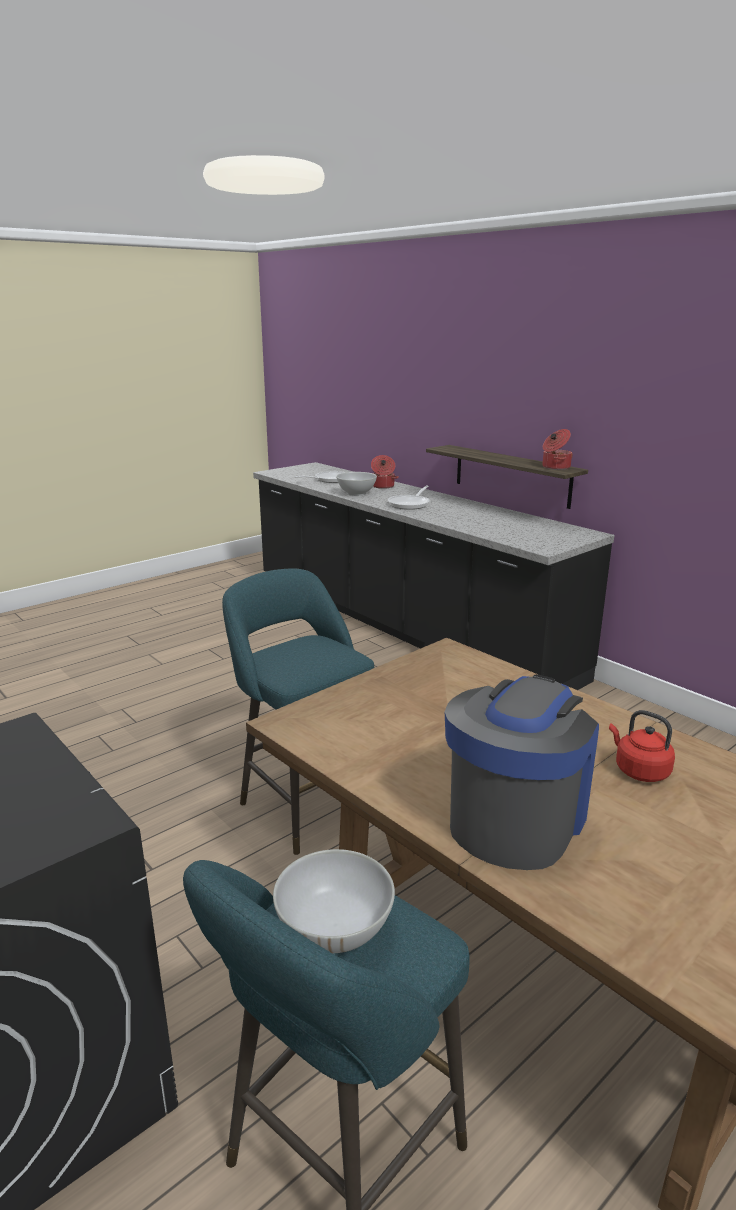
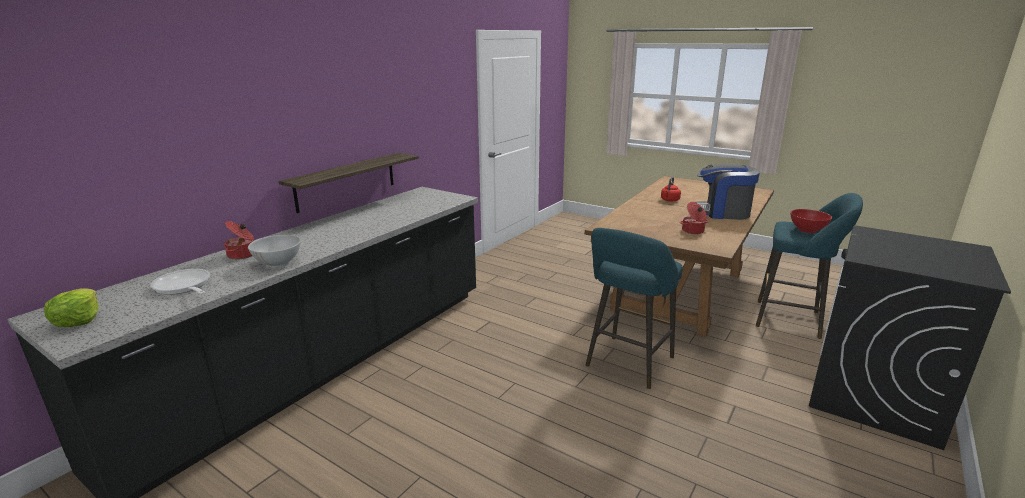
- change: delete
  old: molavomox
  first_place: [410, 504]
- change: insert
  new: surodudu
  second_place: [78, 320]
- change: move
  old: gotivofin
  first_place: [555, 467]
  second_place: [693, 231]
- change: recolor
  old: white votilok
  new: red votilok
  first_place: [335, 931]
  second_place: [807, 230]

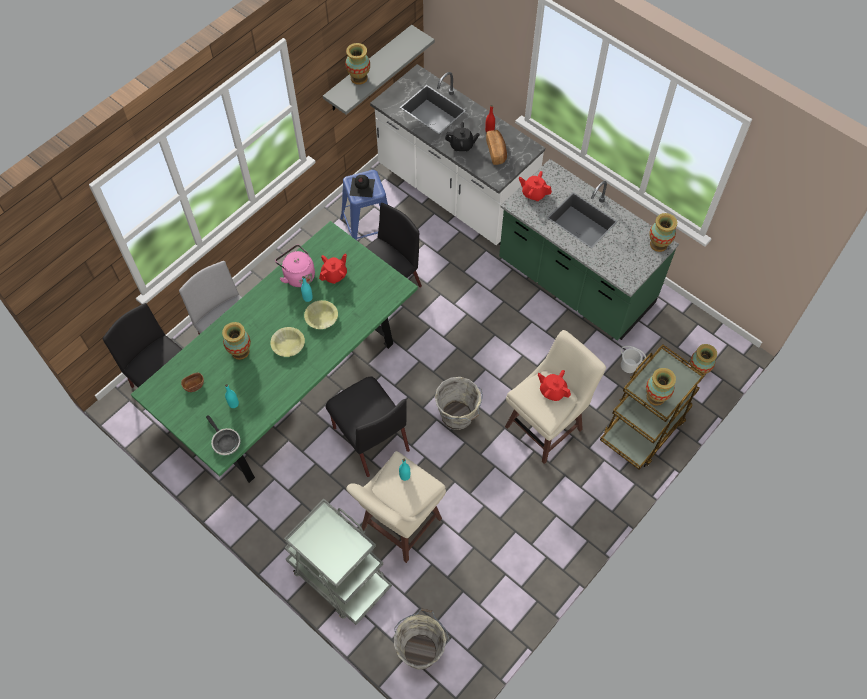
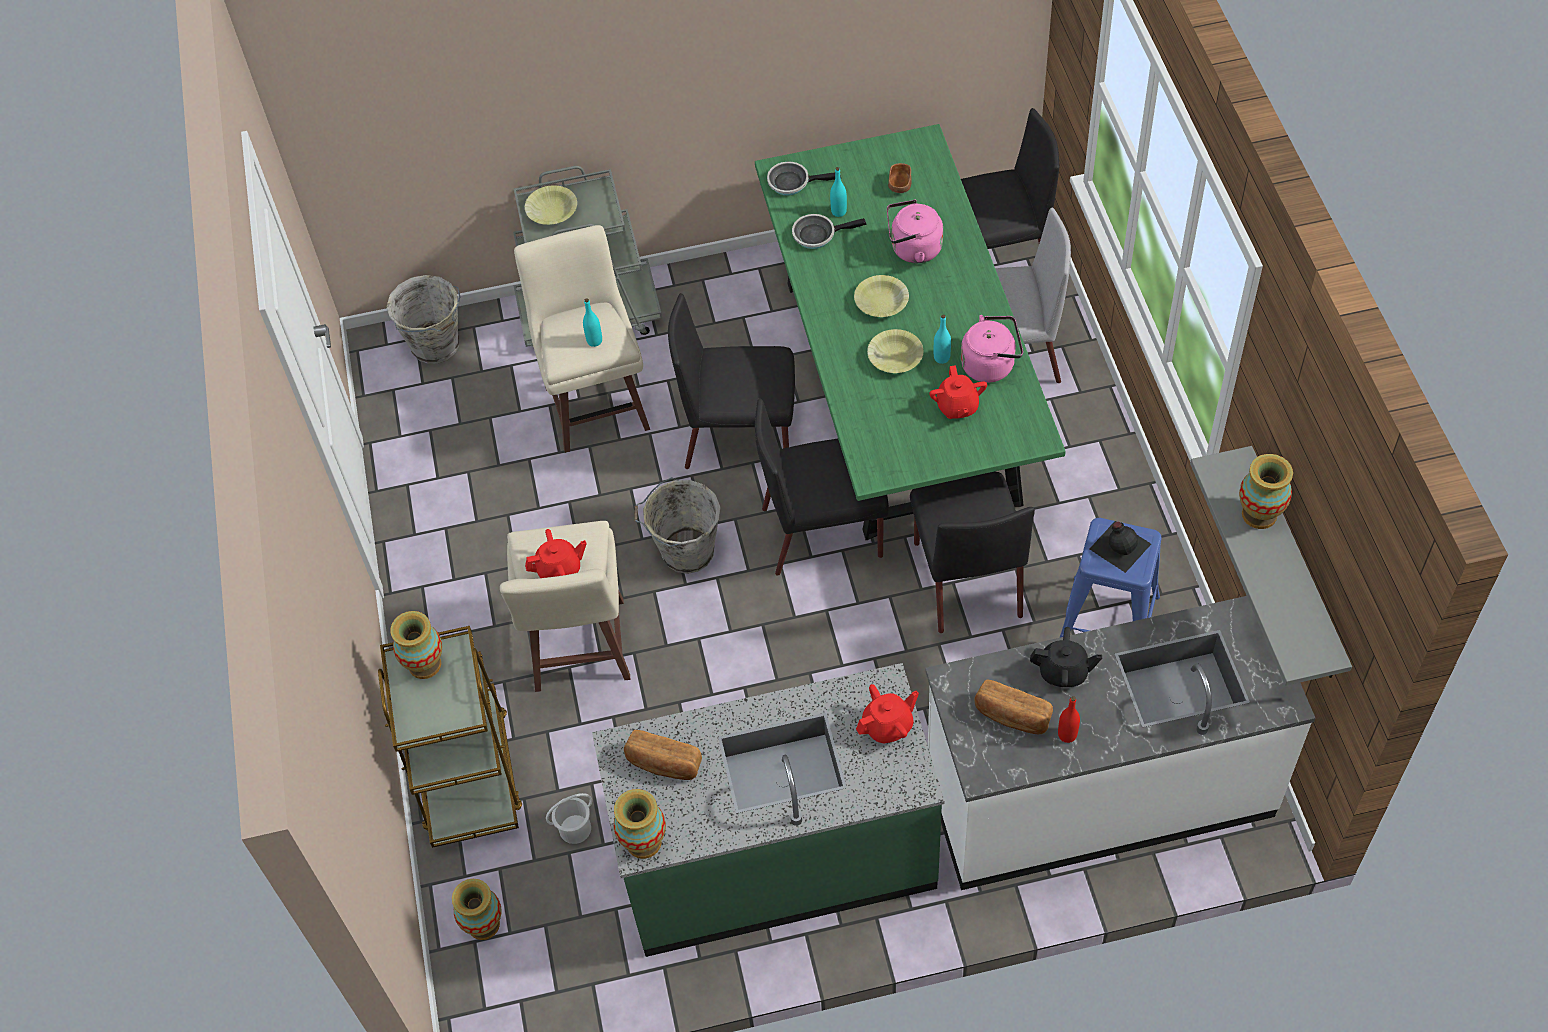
- change: insert
  new: yellow votilok
  second_place: [552, 211]
- change: insert
  new: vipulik
  second_place: [663, 763]
- change: insert
  new: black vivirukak
  second_place: [824, 532]
- change: insert
  new: molavomox
  second_place: [817, 235]
- change: replace
  old: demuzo
  new: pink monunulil
  first_place: [240, 351]
  second_place: [913, 249]
- change: rotate
  old: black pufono
  first_place: [461, 145]
  second_place: [1063, 672]
  degrees: -120

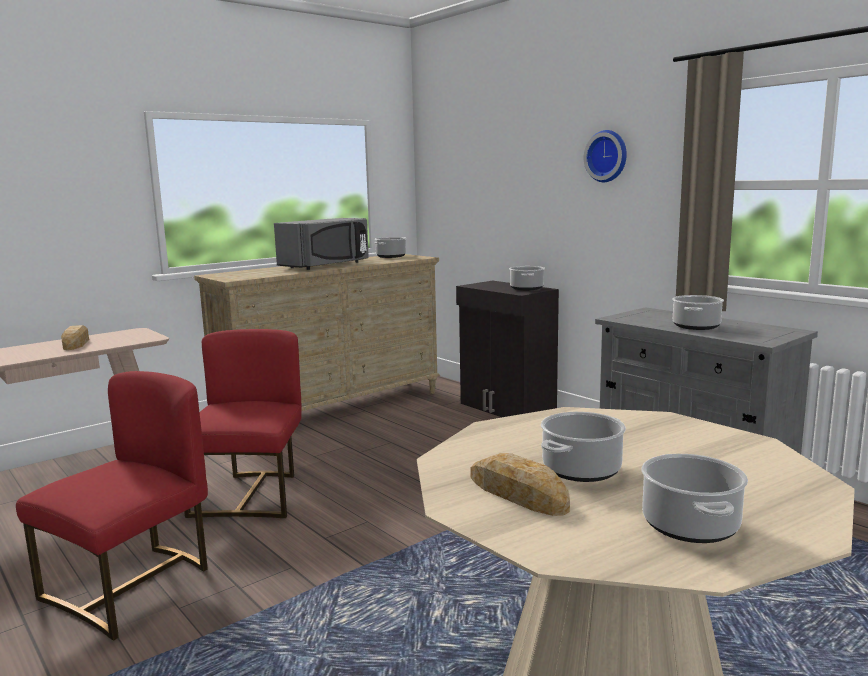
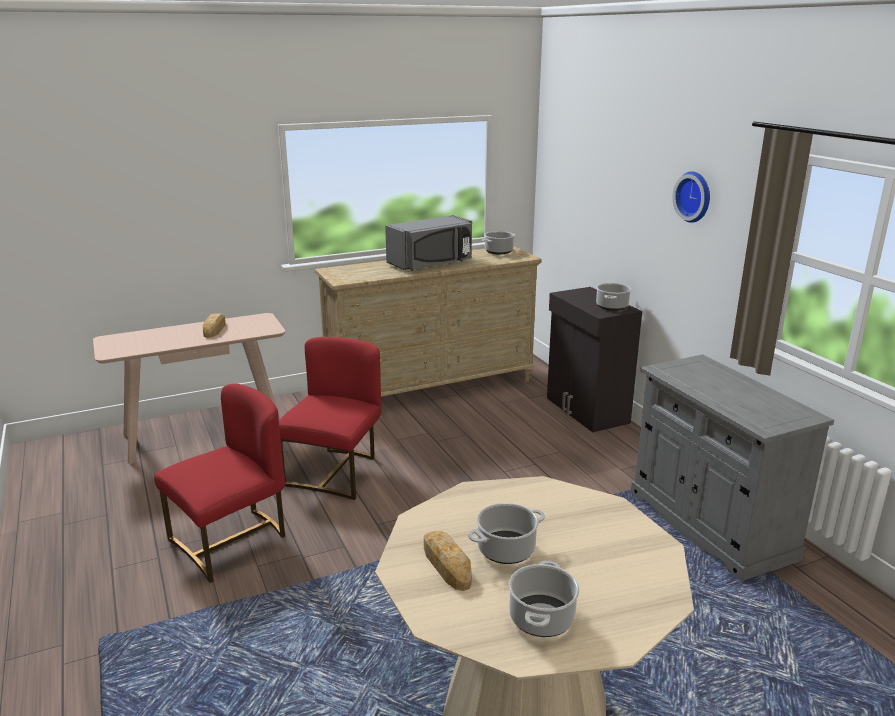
- change: delete
  old: gotivofin
  first_place: [696, 326]

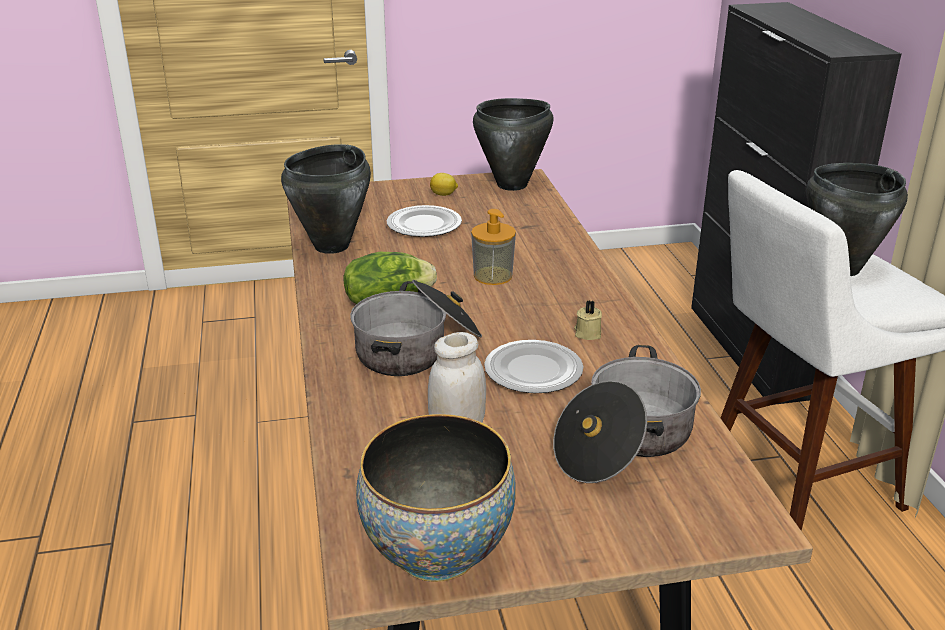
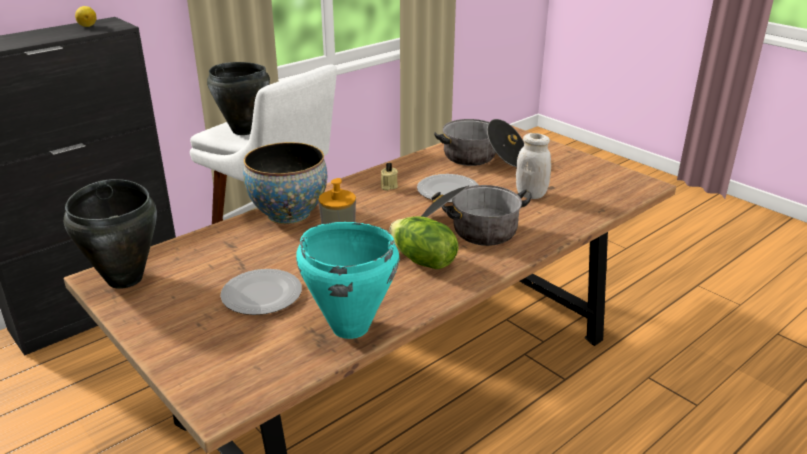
- change: move
  old: votilok
  first_place: [437, 553]
  second_place: [289, 214]
- change: move
  old: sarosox
  first_place: [444, 194]
  second_place: [88, 26]
- change: recolor
  old: black gotivofin
  new: turquoise gotivofin
  first_place: [332, 246]
  second_place: [350, 327]

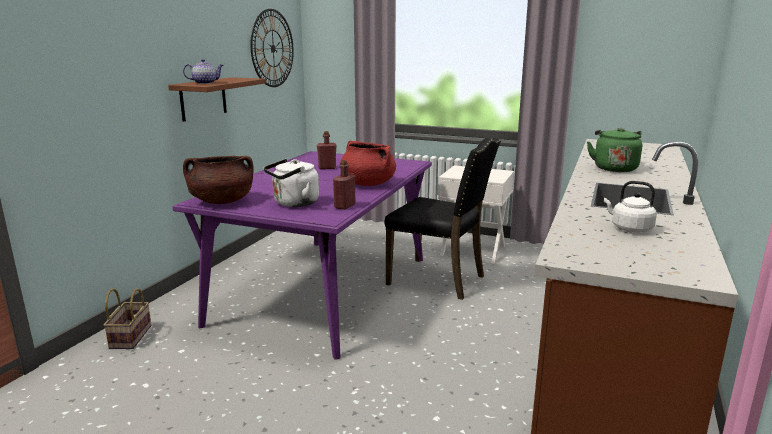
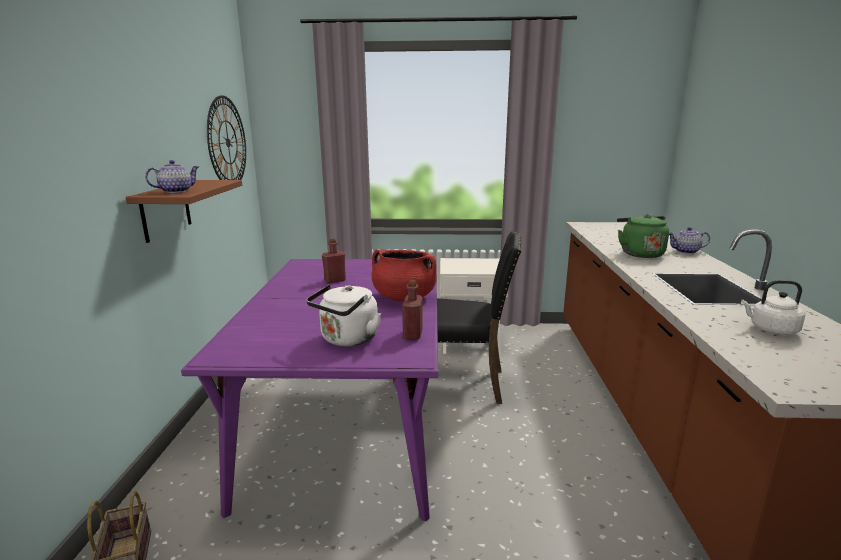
- change: delete
  old: brown gotivofin
  first_place: [222, 201]
- change: insert
  new: pufono
  second_place: [686, 251]

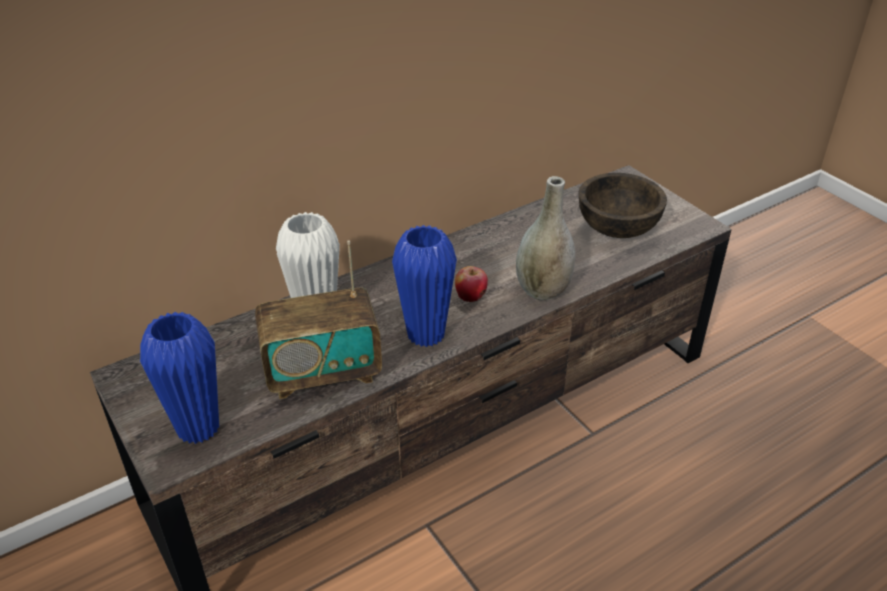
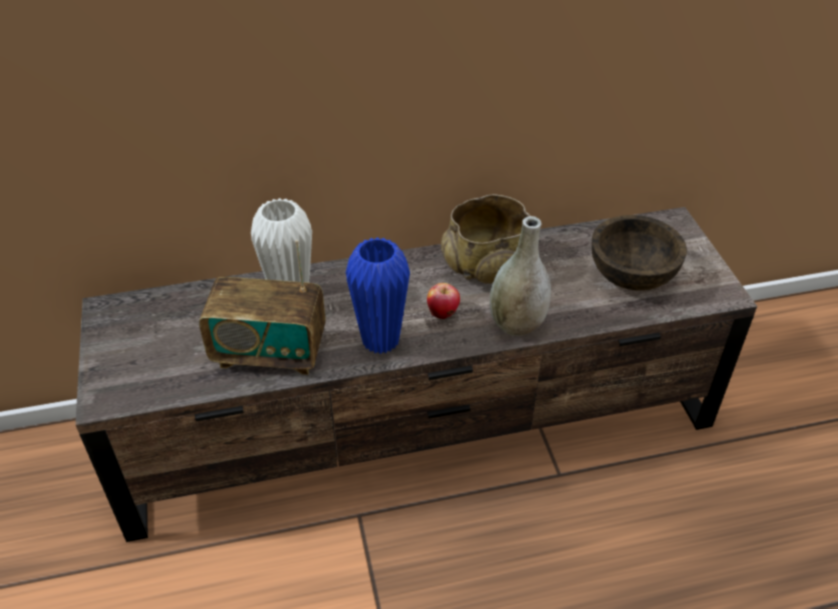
- change: delete
  old: blue demuzo
  first_place: [198, 428]
- change: insert
  new: beige votilok
  second_place: [487, 266]

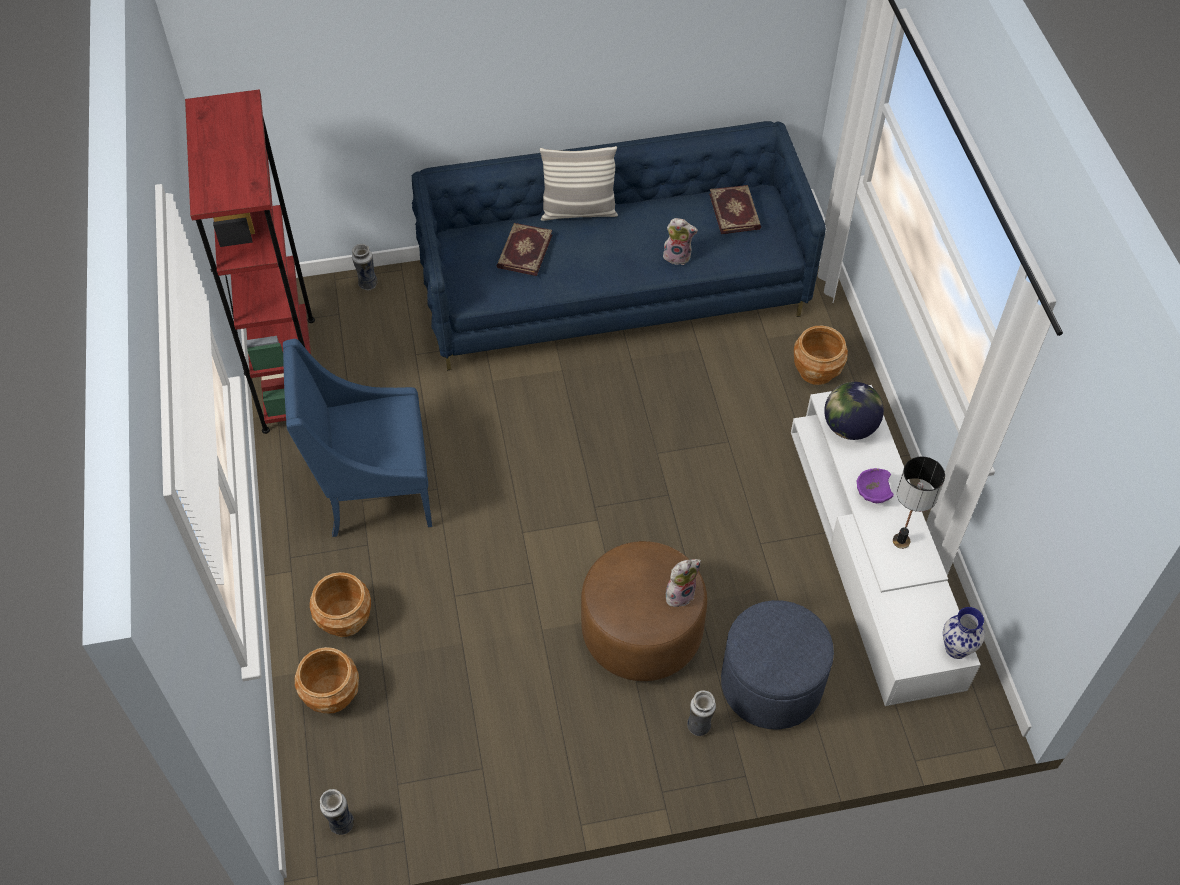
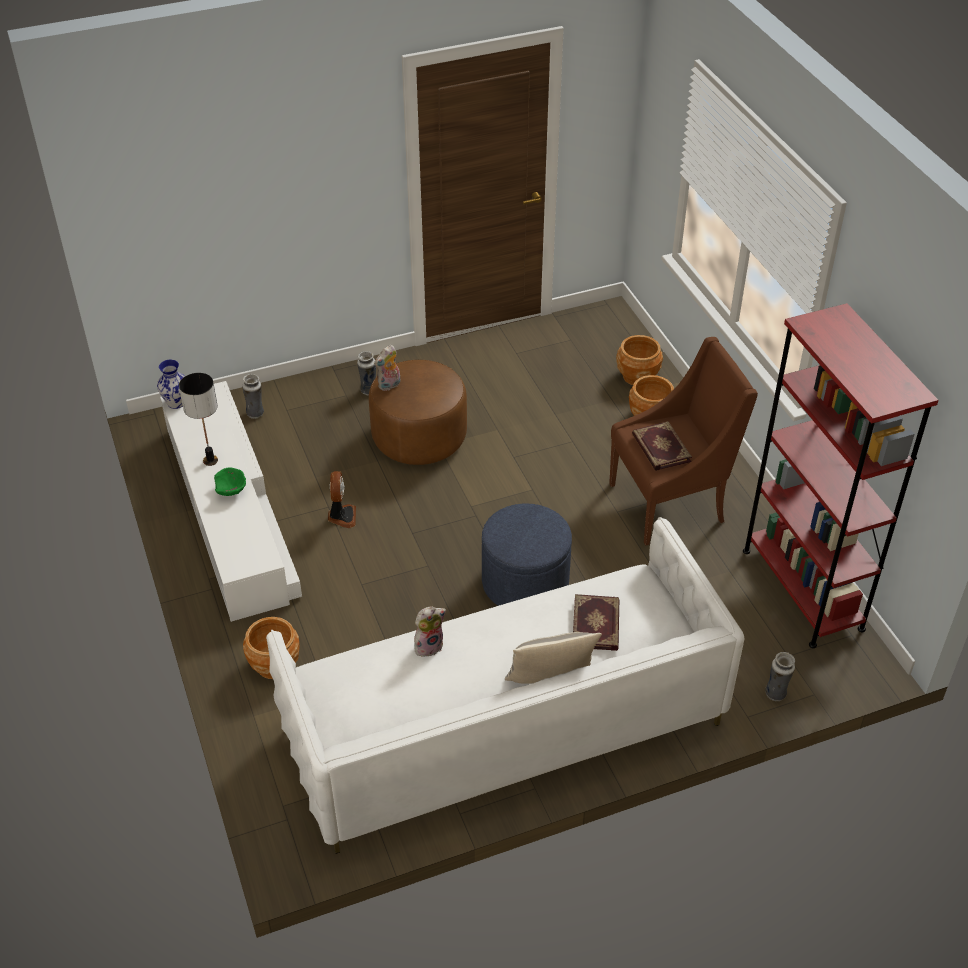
- change: delete
  old: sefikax
  first_place: [849, 427]
- change: insert
  new: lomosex
  second_place: [341, 516]
- change: move
  old: demuzo
  first_place: [341, 823]
  second_place: [255, 413]
- change: move
  old: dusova
  first_place: [735, 211]
  second_place: [660, 448]
- change: move
  old: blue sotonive
  first_place: [771, 684]
  second_place: [525, 582]
- change: recolor
  old: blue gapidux
  new: brown gapidux
  first_place: [374, 491]
  second_place: [670, 503]
- change: recolor
  old: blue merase
  new: white merase
  first_place: [614, 290]
  second_place: [503, 726]
- change: recolor
  old: purple votilok
  new: green votilok
  first_place: [872, 494]
  second_place: [231, 491]
- change: rotate
  old: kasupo
  first_place: [678, 256]
  second_place: [429, 645]
  degrees: 150

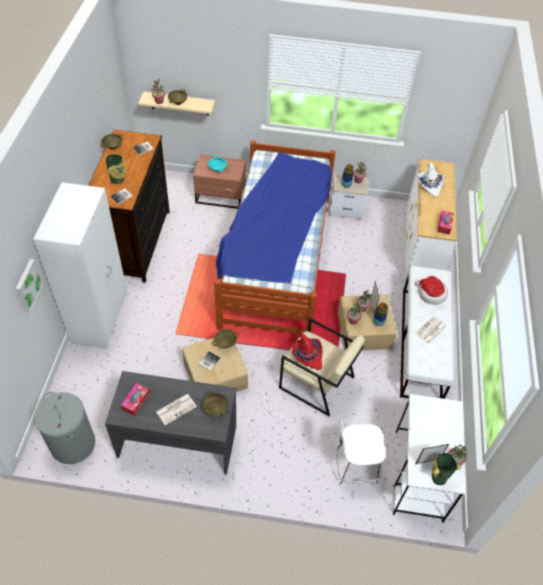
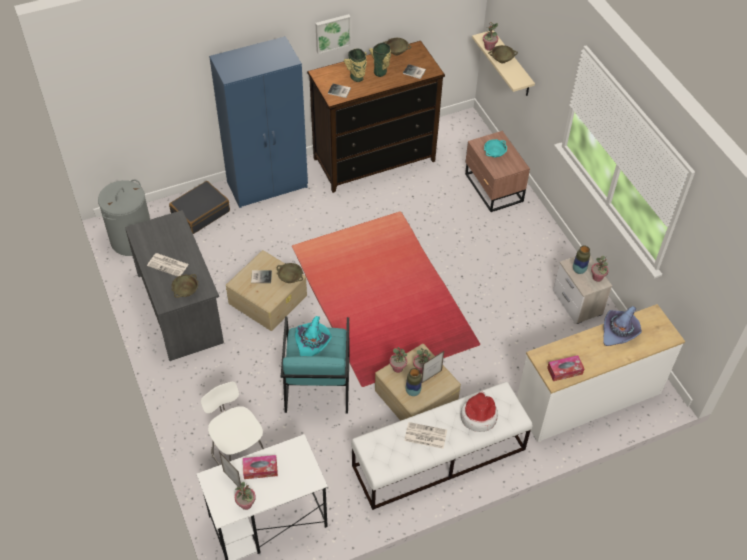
- change: delete
  old: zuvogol
  first_place: [276, 259]
- change: insert
  new: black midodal
  second_place: [200, 212]
- change: move
  old: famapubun
  first_place: [27, 285]
  second_place: [332, 33]
- change: move
  old: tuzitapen
  first_place: [136, 401]
  second_place: [260, 469]
- change: move
  old: demuzo
  first_place: [438, 476]
  second_place: [381, 71]
- change: recolor
  old: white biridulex
  new: blue biridulex
  first_place: [101, 318]
  second_place: [268, 185]
- change: recolor
  old: beige gapidux
  new: turquoise gapidux
  first_place: [316, 382]
  second_place: [317, 384]
- change: recolor
  old: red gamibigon
  new: turquoise gamibigon
  first_place: [307, 355]
  second_place: [312, 342]
- change: recolor
  old: white gamibigon
  new: purple gamibigon
  first_place: [429, 185]
  second_place: [619, 331]

